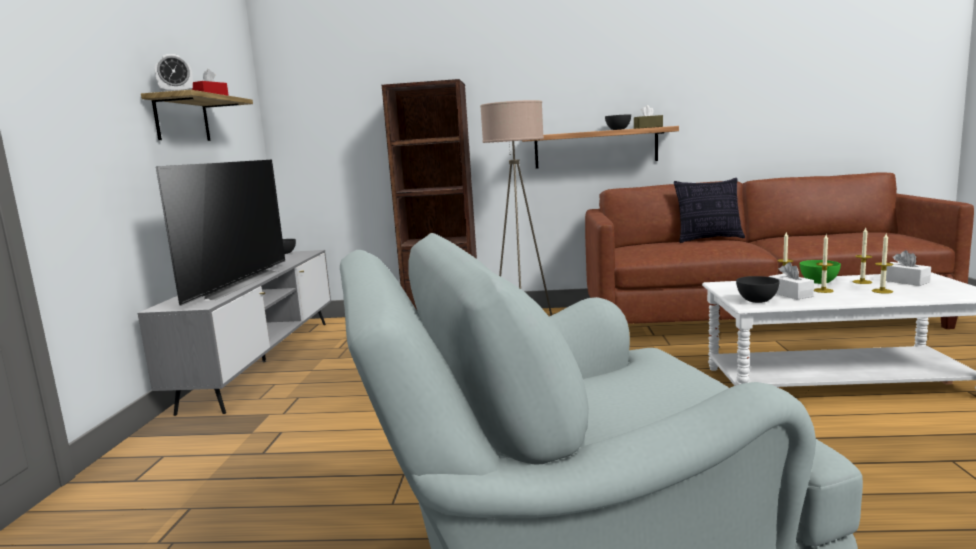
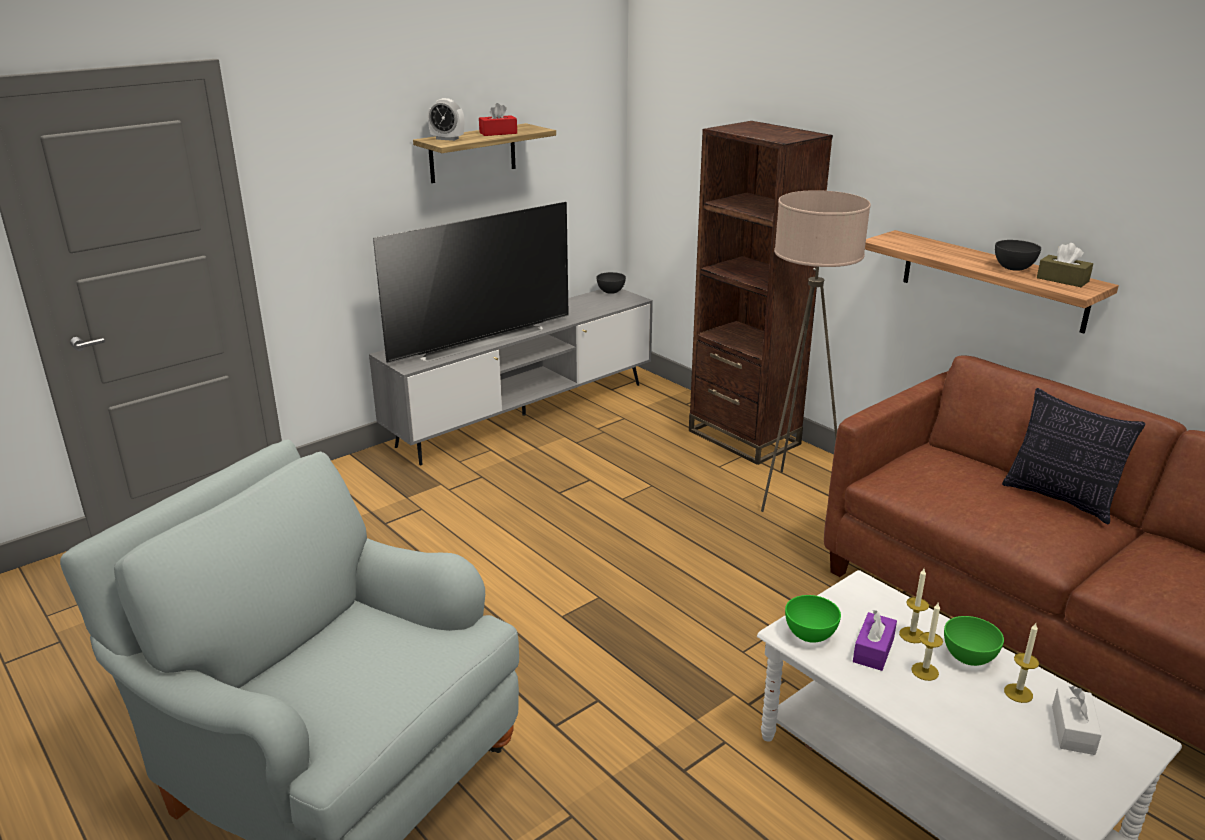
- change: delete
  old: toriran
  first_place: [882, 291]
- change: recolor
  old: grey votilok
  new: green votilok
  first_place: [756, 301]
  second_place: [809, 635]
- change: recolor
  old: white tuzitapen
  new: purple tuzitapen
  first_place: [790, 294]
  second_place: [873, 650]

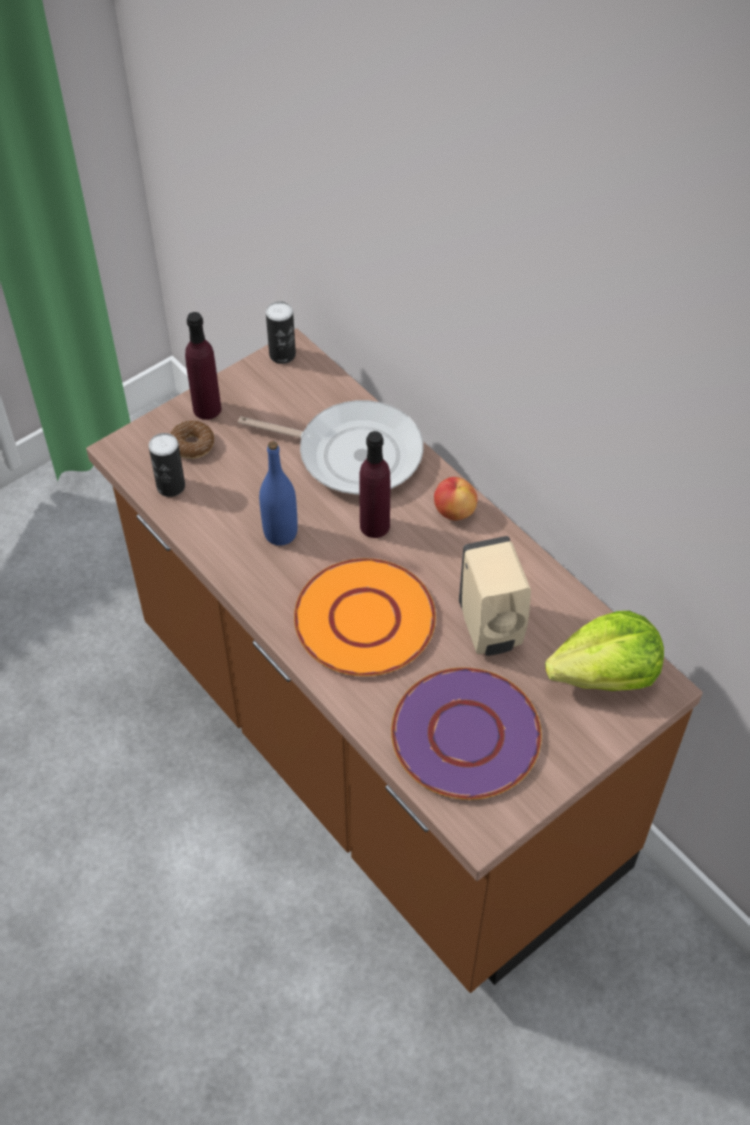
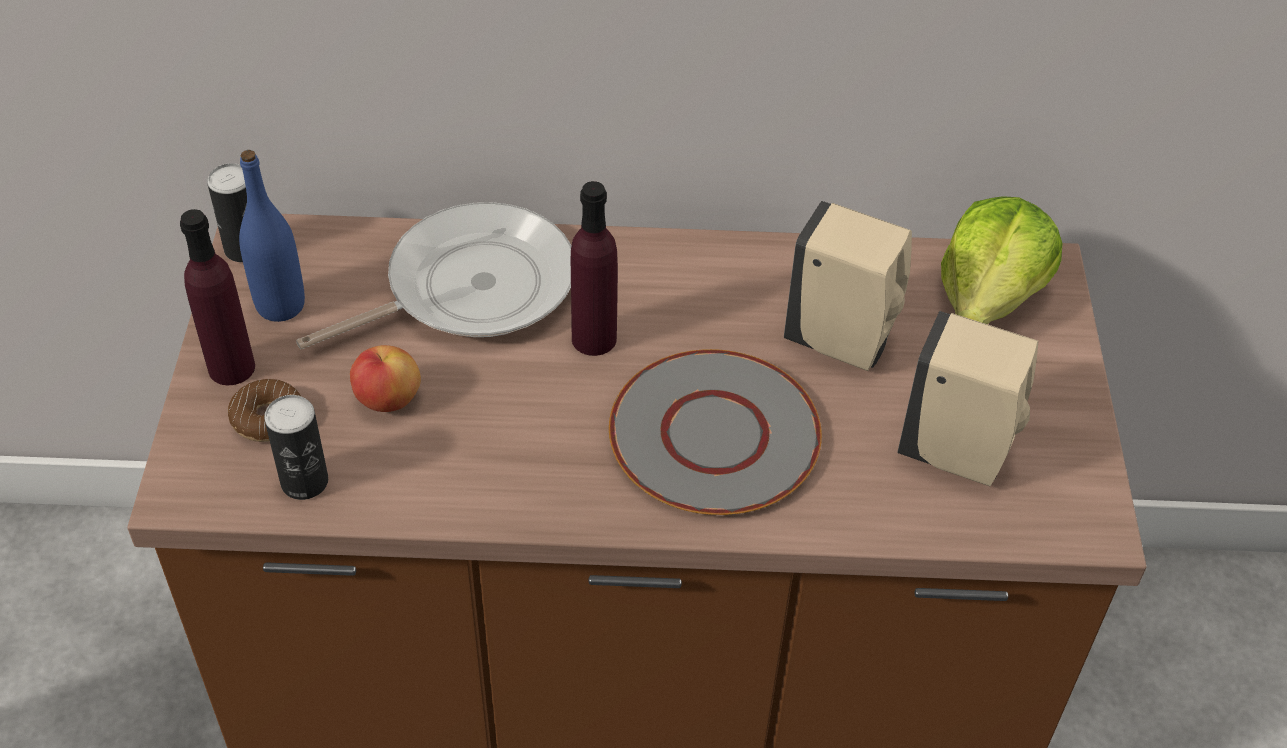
- change: move
  old: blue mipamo
  first_place: [280, 533]
  second_place: [280, 305]
- change: move
  old: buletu
  first_place: [454, 511]
  second_place: [387, 399]
- change: replace
  old: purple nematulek
  new: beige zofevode
  first_place: [466, 734]
  second_place: [958, 454]
- change: recolor
  old: orange nematulek
  new: grey nematulek
  first_place: [365, 620]
  second_place: [716, 436]

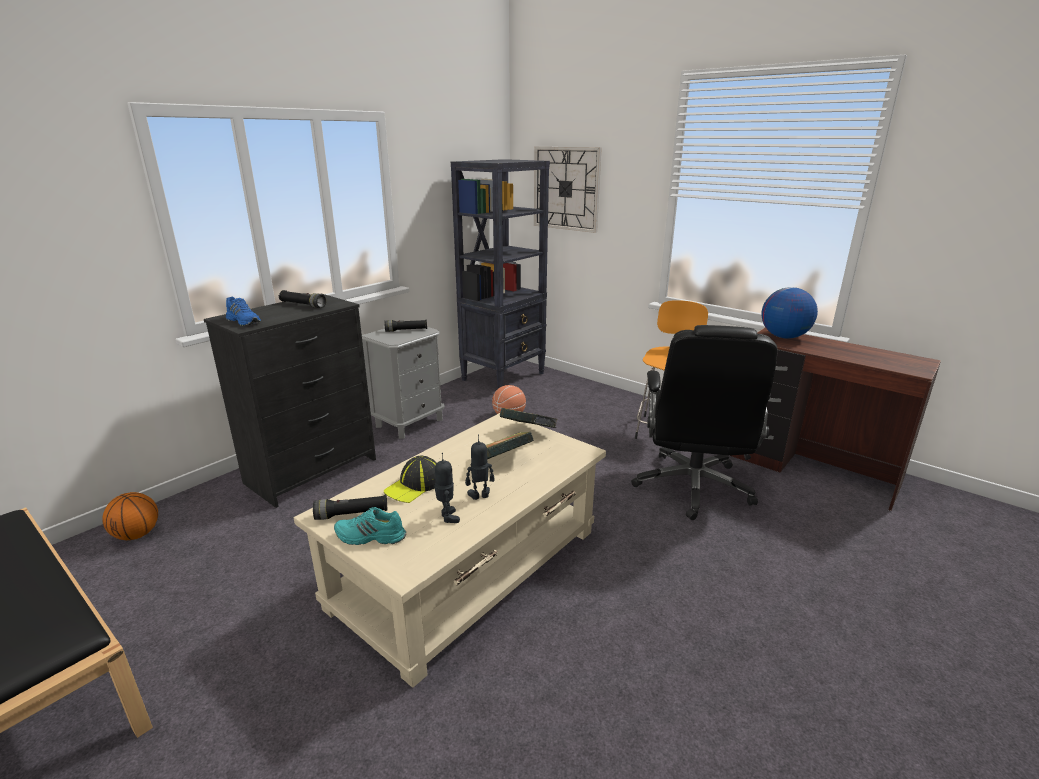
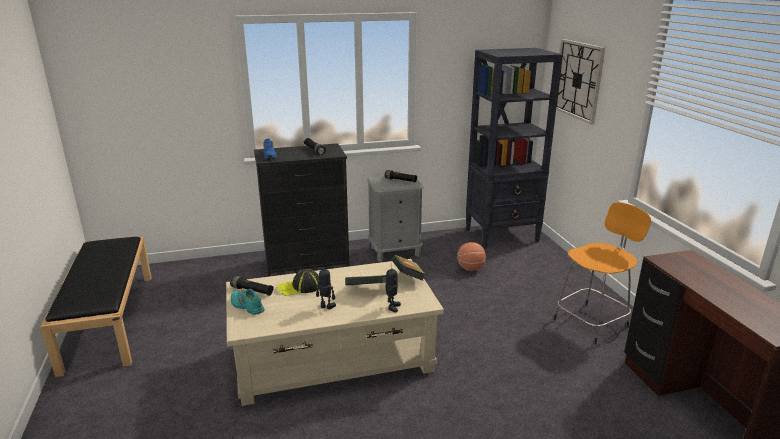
- change: delete
  old: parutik
  first_place: [137, 535]
- change: delete
  old: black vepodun
  first_place: [693, 487]
- change: delete
  old: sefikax
  first_place: [783, 337]
- change: move
  old: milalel
  first_place: [447, 517]
  second_place: [392, 307]

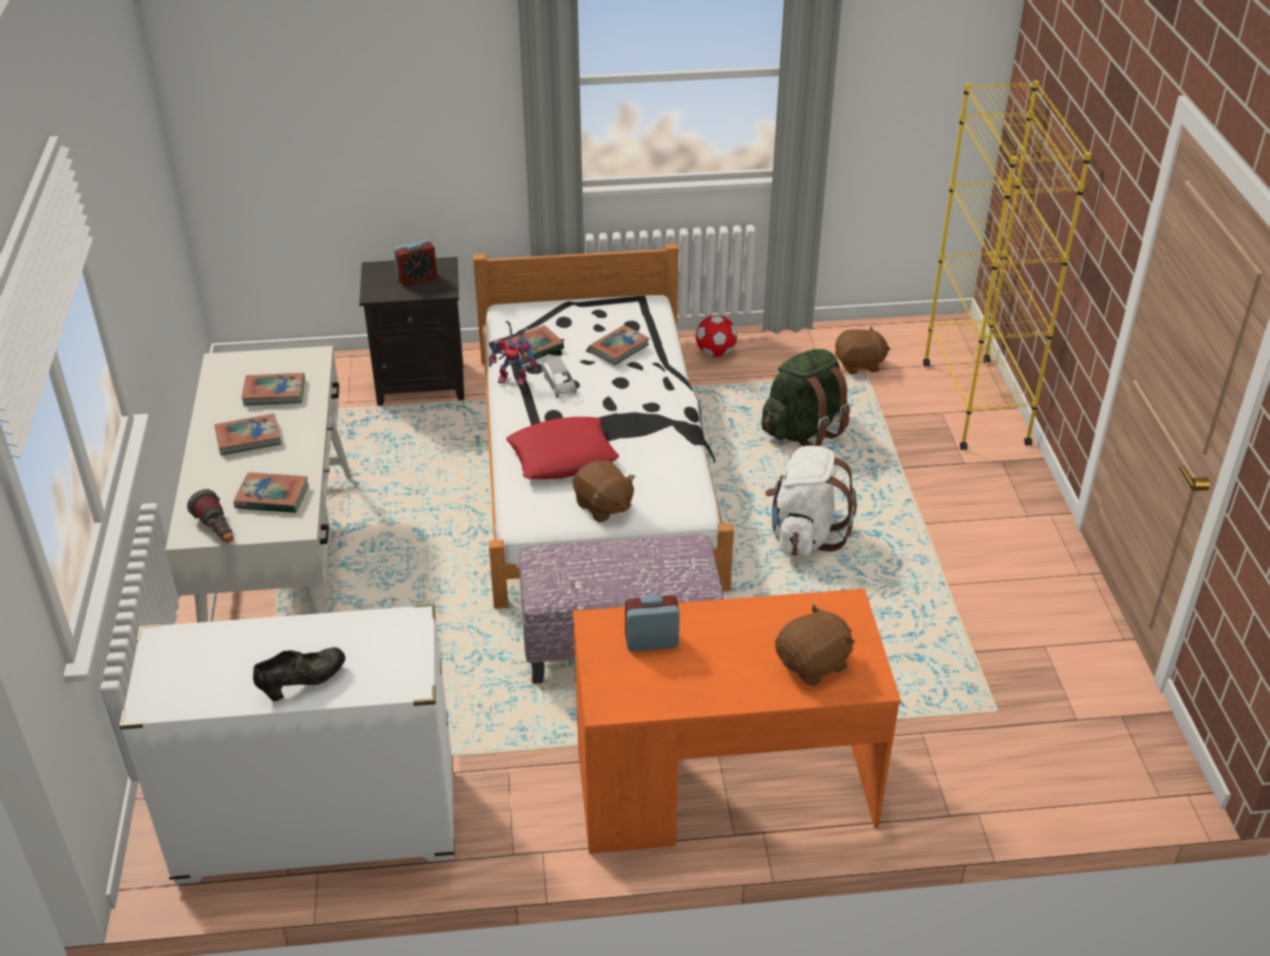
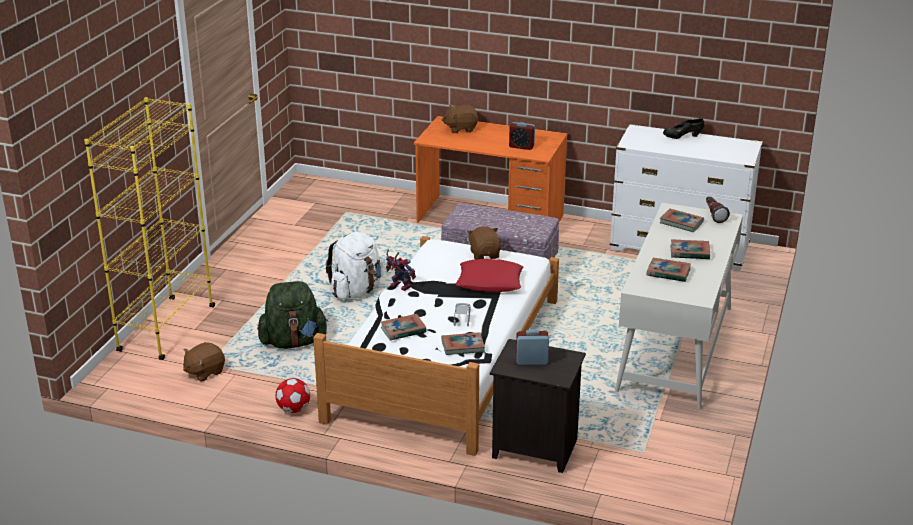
- change: move
  old: milalel
  first_place: [515, 378]
  second_place: [398, 286]
- change: rotate
  old: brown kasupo
  first_place: [859, 364]
  second_place: [204, 372]
  degrees: -60

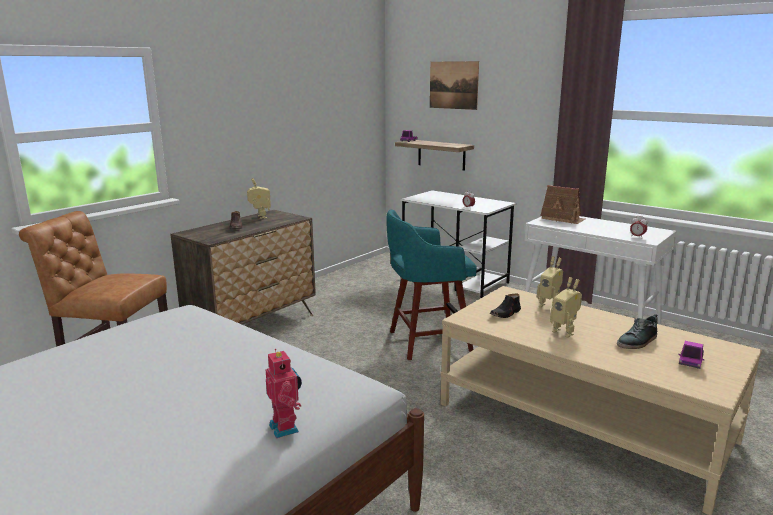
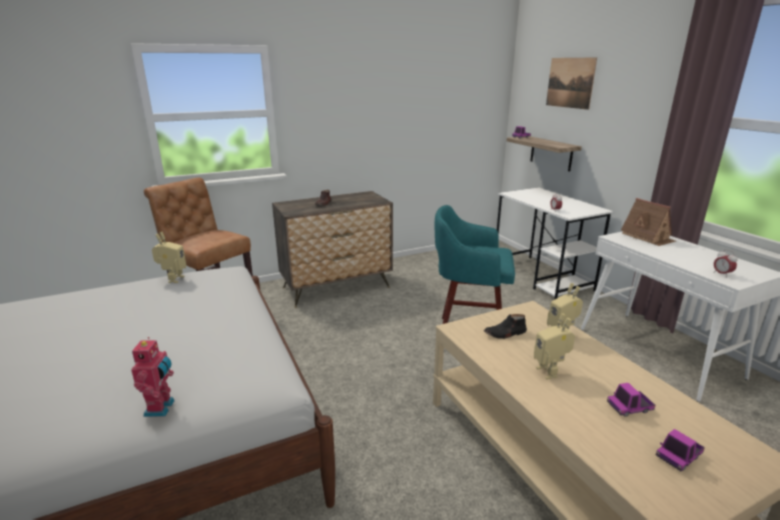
- change: move
  old: milalel
  first_place: [260, 217]
  second_place: [173, 279]
- change: replace
  old: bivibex
  new: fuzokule
  first_place: [637, 341]
  second_place: [629, 407]

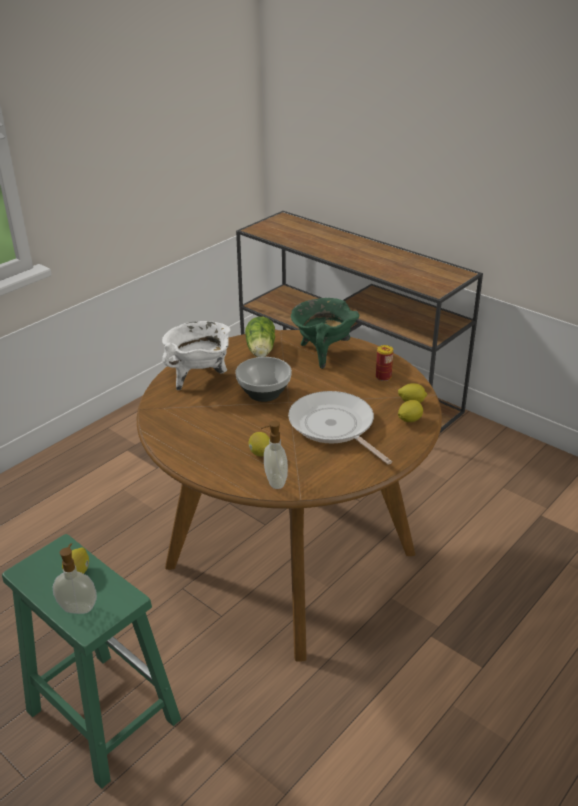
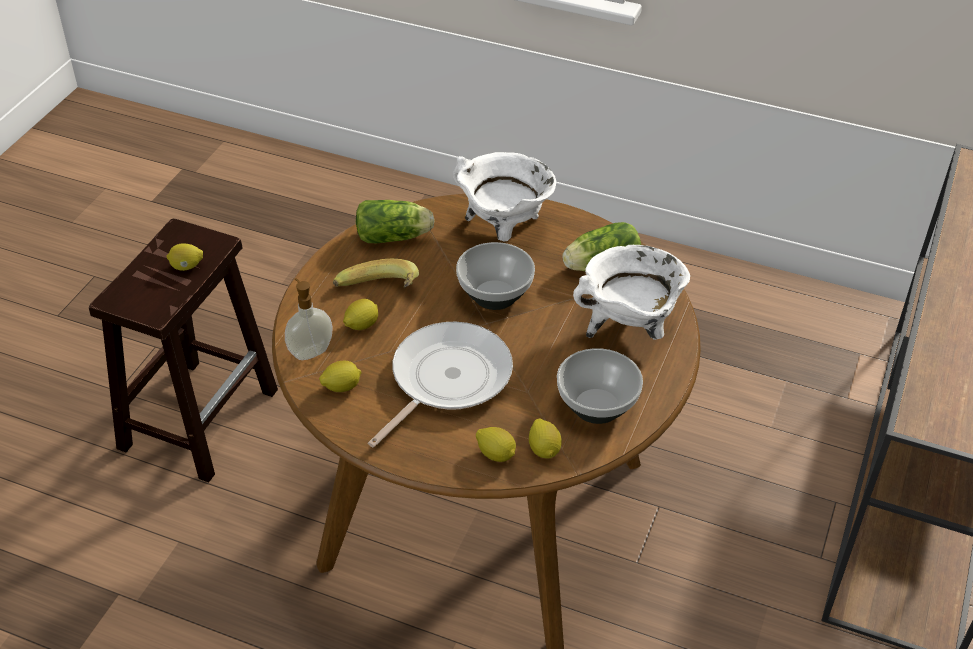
- change: delete
  old: zofevode
  first_place: [78, 607]
- change: insert
  new: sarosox
  second_place: [341, 387]
- change: insert
  new: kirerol
  second_place: [380, 296]
- change: insert
  new: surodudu
  second_place: [396, 237]
- change: replace
  old: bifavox
  new: votilok
  first_place: [383, 377]
  second_place: [598, 406]
- change: recolor
  old: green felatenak
  new: brown felatenak
  first_place: [101, 714]
  second_place: [200, 417]
- change: recolor
  old: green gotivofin
  new: white gotivofin
  first_place: [323, 353]
  second_place: [629, 328]

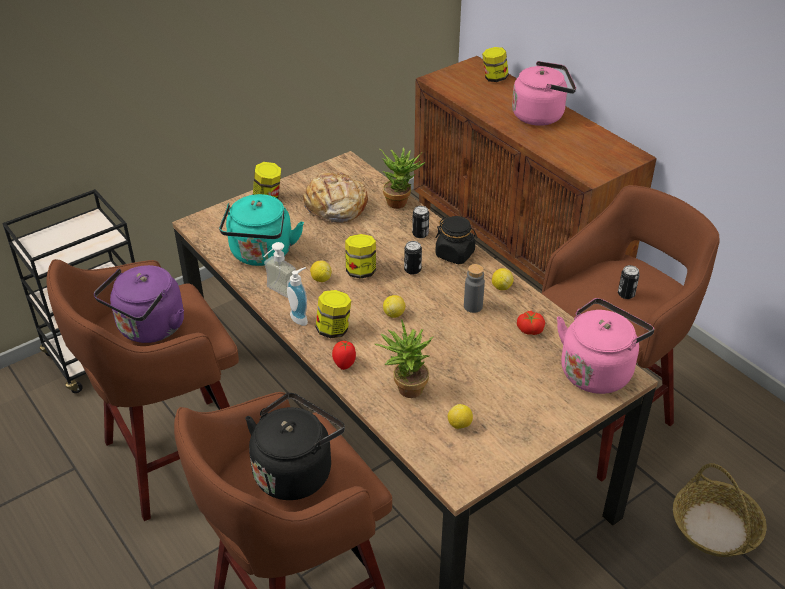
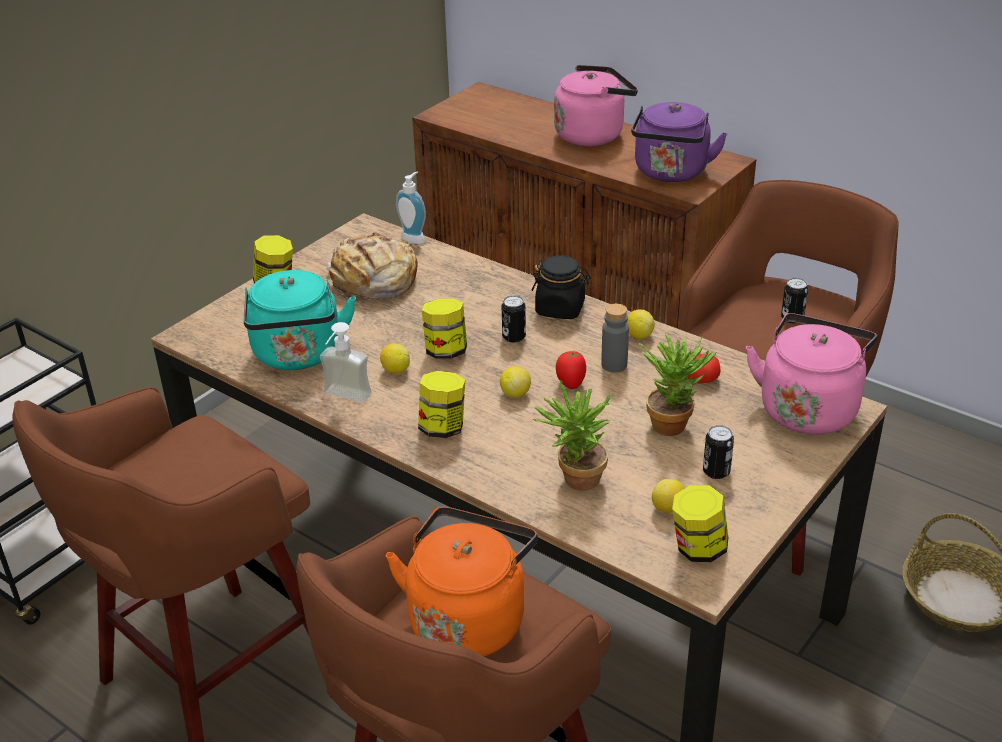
- change: move
  old: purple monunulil
  first_place: [149, 329]
  second_place: [671, 173]
- change: move
  old: zofevode
  first_place: [301, 317]
  second_place: [415, 238]
- change: move
  old: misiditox
  first_place: [344, 364]
  second_place: [570, 384]
- change: move
  old: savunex
  first_place: [400, 201]
  second_place: [673, 422]
- change: move
  old: bifavox
  first_place: [420, 234]
  second_place: [716, 471]
- change: move
  old: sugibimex
  first_place: [494, 78]
  second_place: [698, 548]
- change: recolor
  old: black monunulil
  new: orange monunulil
  first_place: [295, 471]
  second_place: [468, 618]

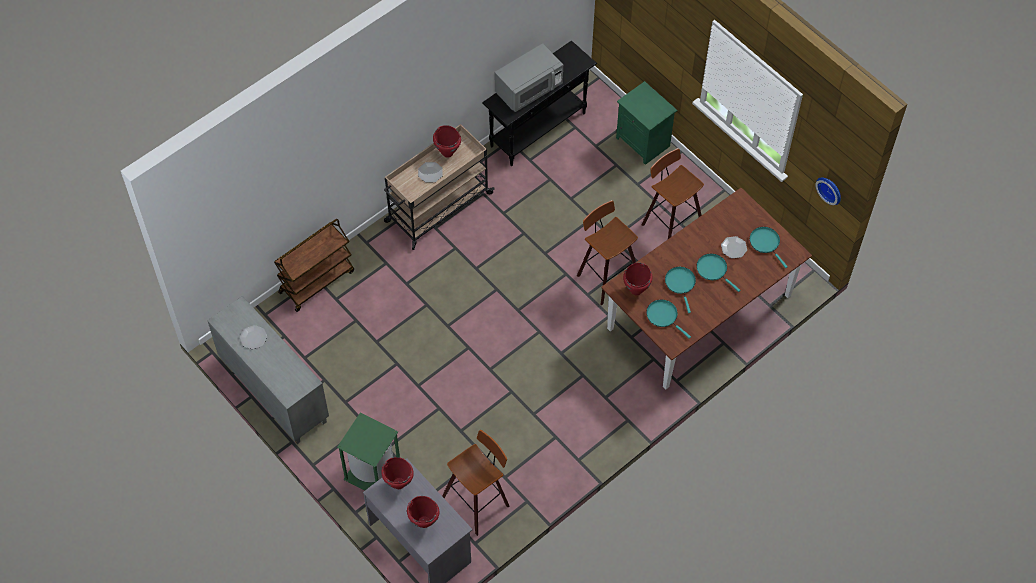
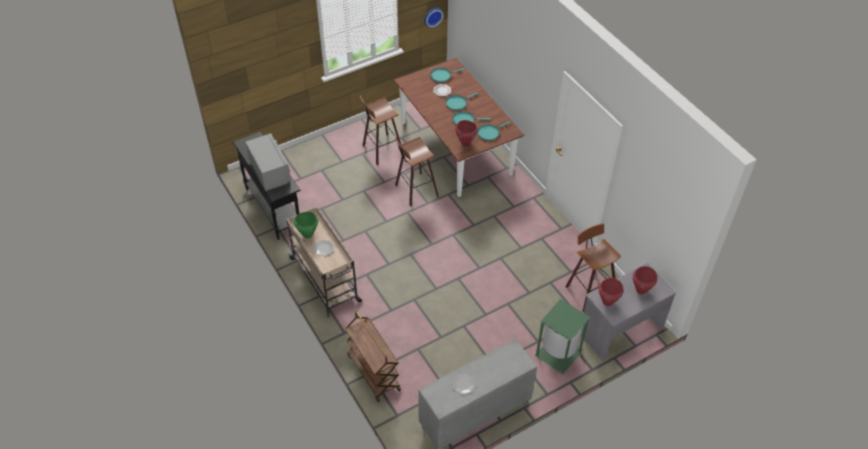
- change: delete
  old: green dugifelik
  first_place: [644, 142]
- change: recolor
  old: red gotivofin
  new: green gotivofin
  first_place: [447, 152]
  second_place: [307, 235]

